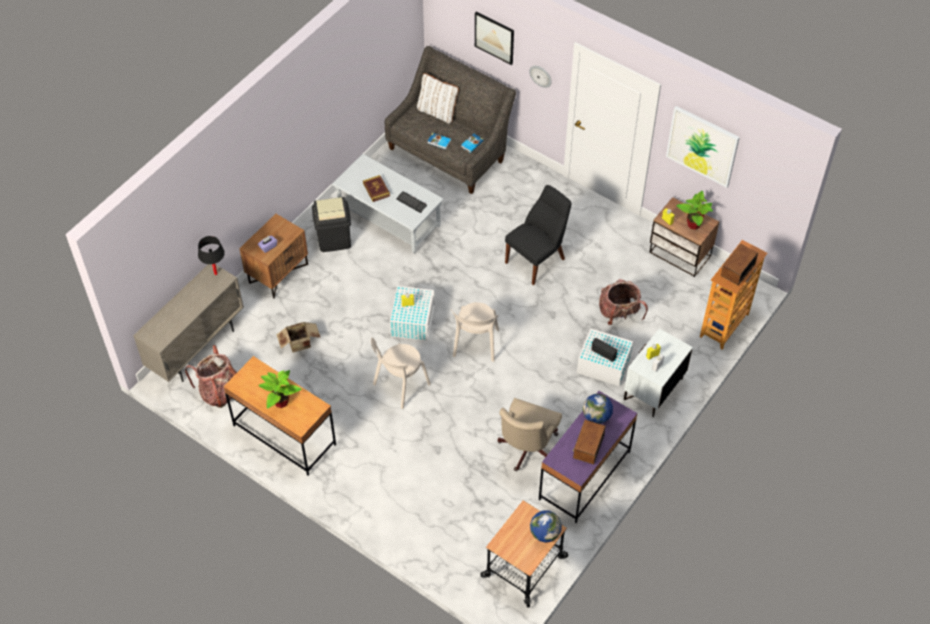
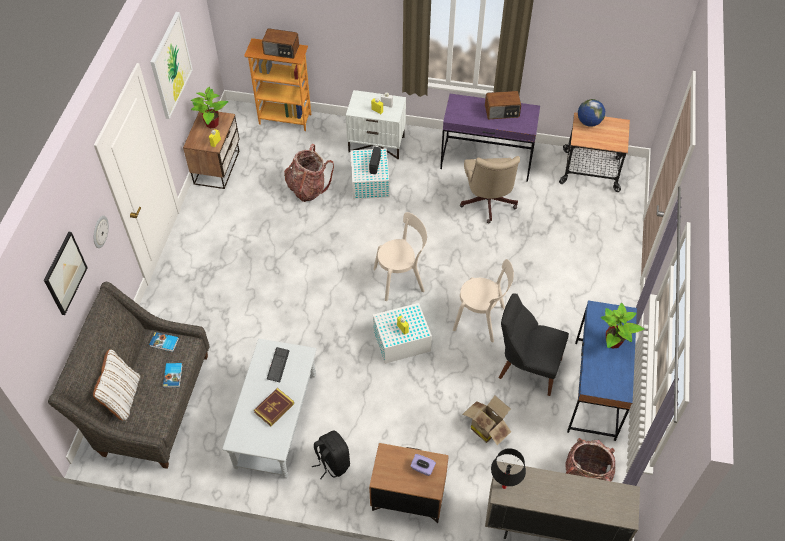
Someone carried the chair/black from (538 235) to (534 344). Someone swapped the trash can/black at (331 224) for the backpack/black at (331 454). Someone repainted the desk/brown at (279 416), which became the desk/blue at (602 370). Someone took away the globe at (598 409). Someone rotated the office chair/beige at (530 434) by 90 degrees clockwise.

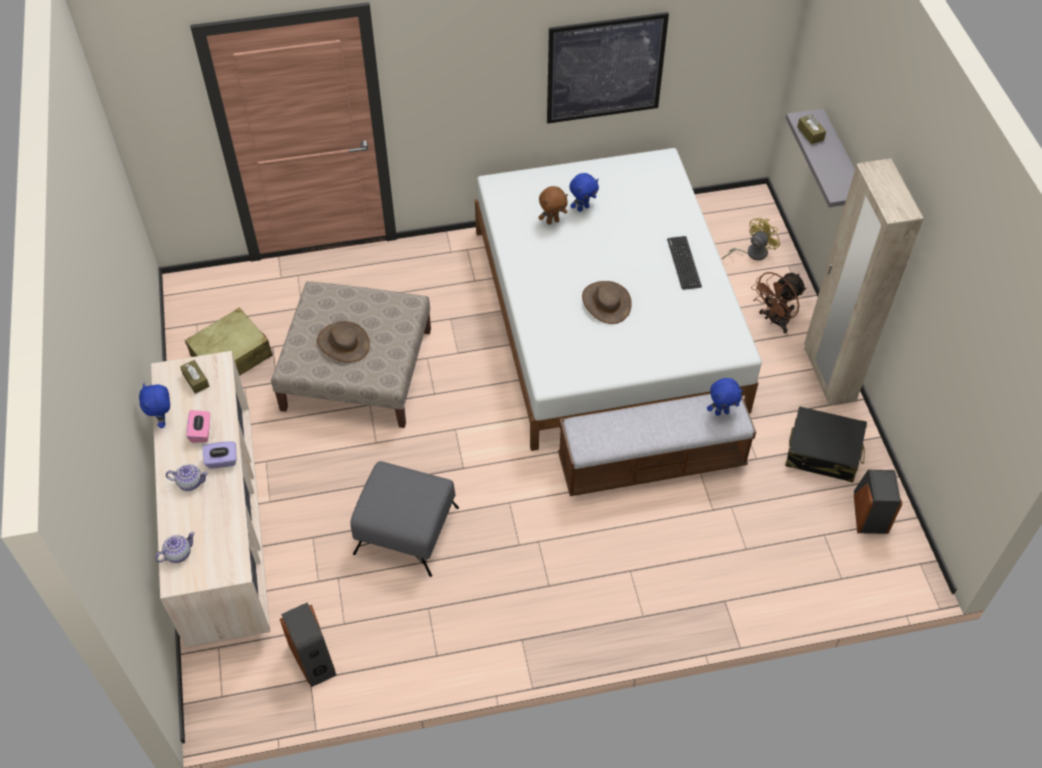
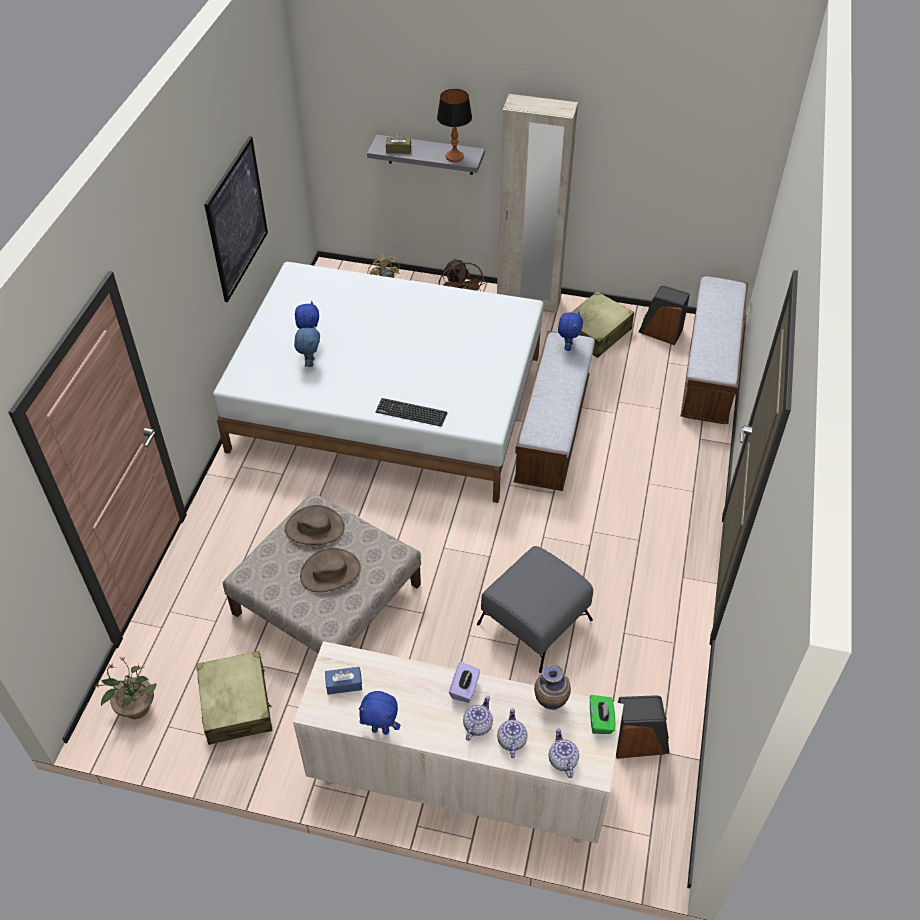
Someone repainted the plush toy/brown at (553 205), which became the plush toy/blue at (307 346). Someone carried the keyboard from (684 263) to (411 412). Someone carried the hat/brown from (607 302) to (315 525). Someone repainted the tissue box/brown at (195 377), which became the tissue box/blue at (343 681). Someone repainted the suitcase/black at (826 444), which became the suitcase/beige at (602 324). Someone took away the tissue box/pink at (198 426). Someone put down the table lamp at (454 125). Someone put down the bench at (714 350). Someone put down the potted plant at (125 687). Someone put down the vase at (552 687). Someone put down the tissue box/green at (603 714). Someone put down the teapot at (512 733).

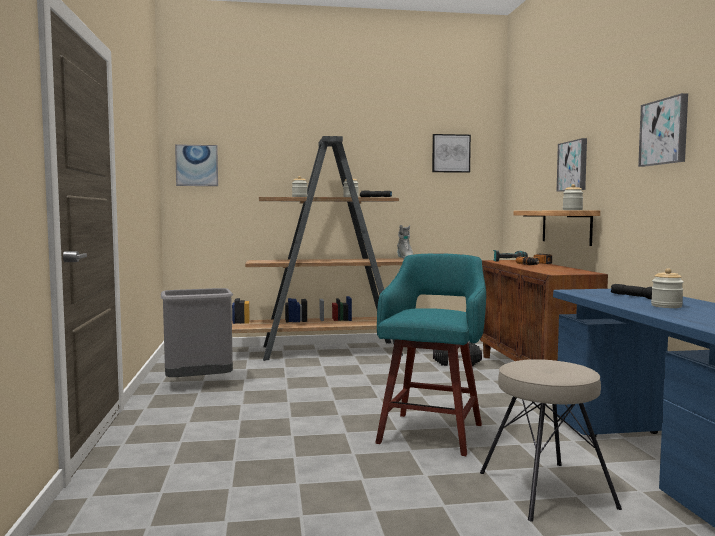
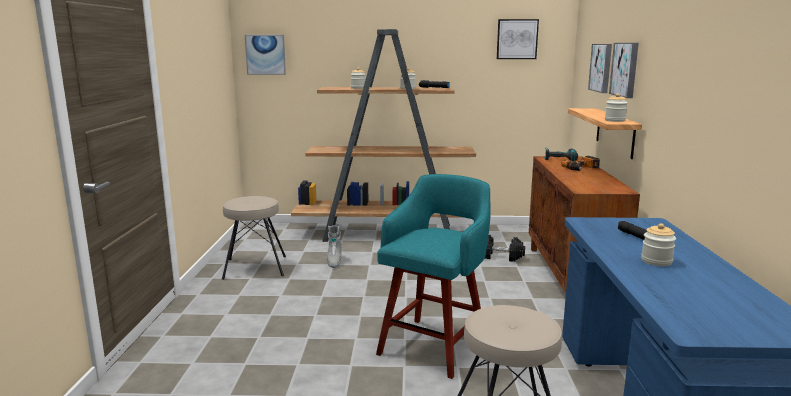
Someone carried the picture from (663 130) to (600 68). Someone carried the boot/grey from (405 242) to (334 247). Someone swapped the trash can/grey at (197 332) for the stool/beige at (254 238).

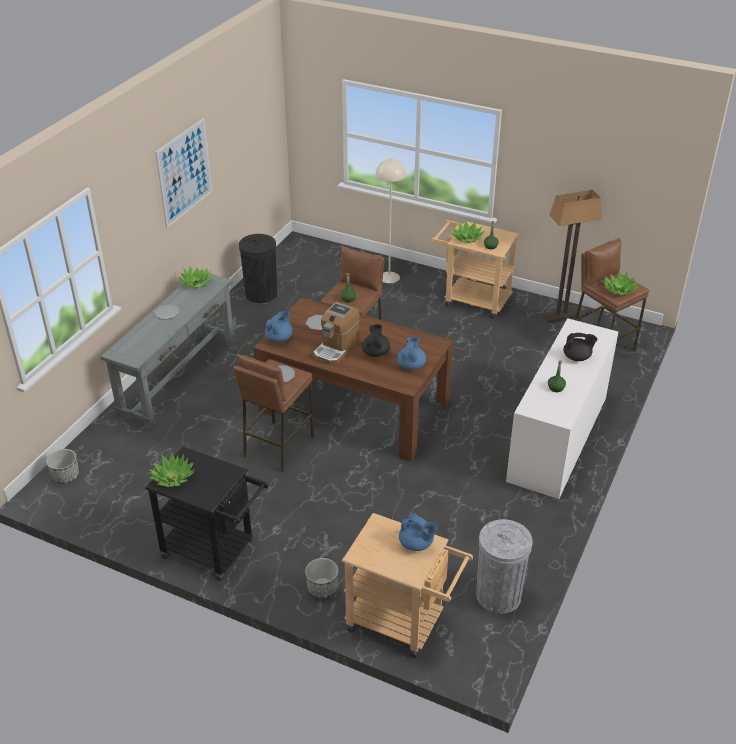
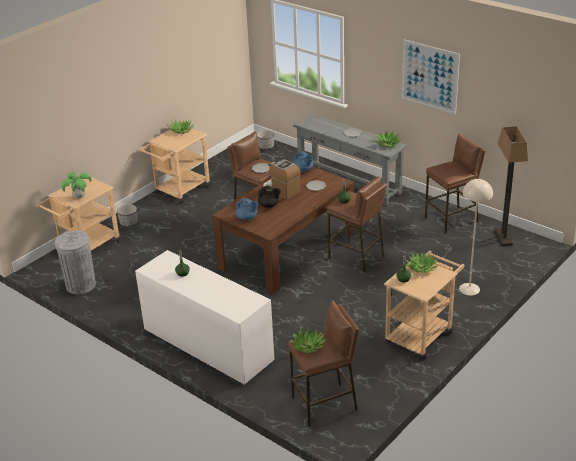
Someone carried the floor lamp from (572 256) to (511 186). Someone swapped the trash can/black at (258 268) for the stool/brown at (455 183). Someone took away the teapot/black at (580 347). Someone repainted the cart/black at (207 514), which became the cart/beige at (174 165). Someone swapped the teapot/blue at (418 532) for the potted plant at (76 185).

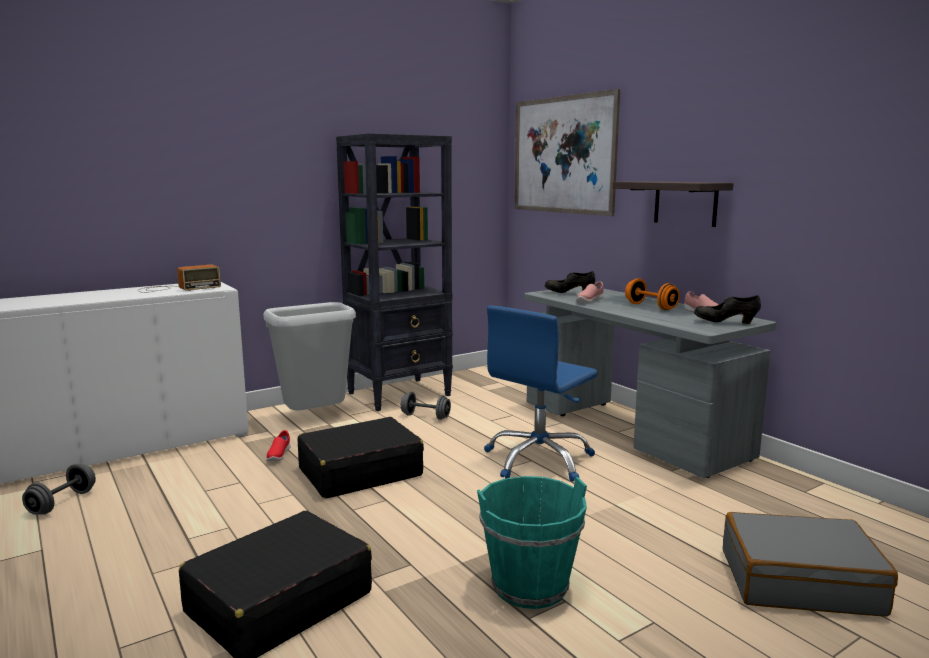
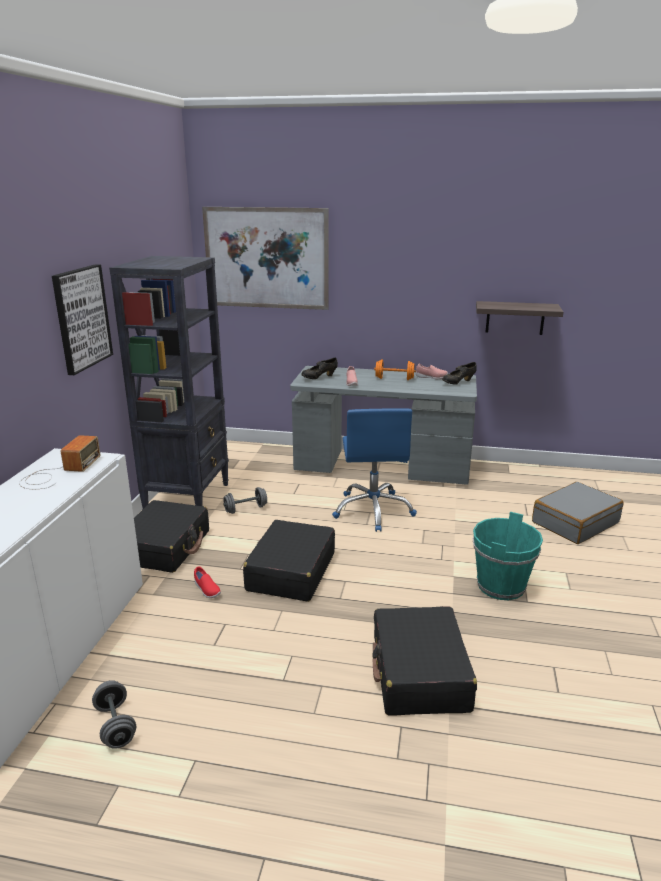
Someone carried the shelf from (673 204) to (519 318). Someone swapped the trash can/grey at (309 356) for the suitcase/black at (171 536). Someone put up the picture at (82 319).

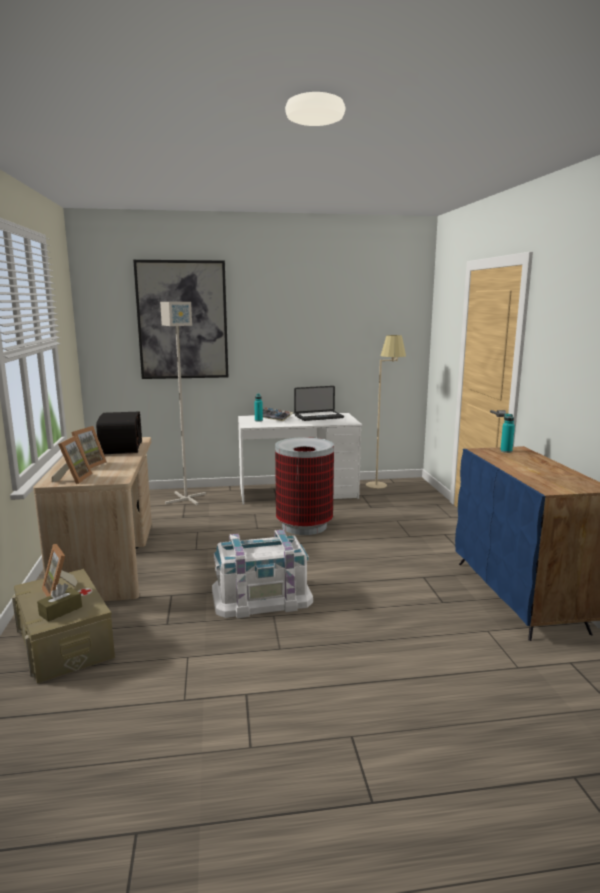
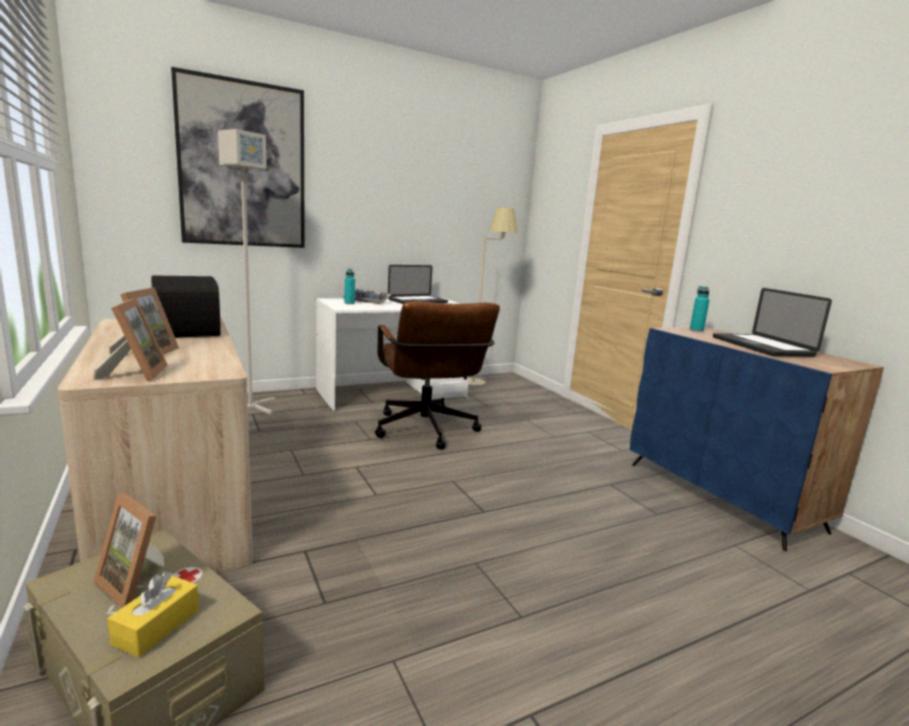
Someone swapped the trash can at (304 486) for the office chair/brown at (437 375). Someone took away the storage box/white at (262 573). Someone repainted the tissue box/brown at (59 602), which became the tissue box/yellow at (153 614). Someone put down the laptop at (772 322).

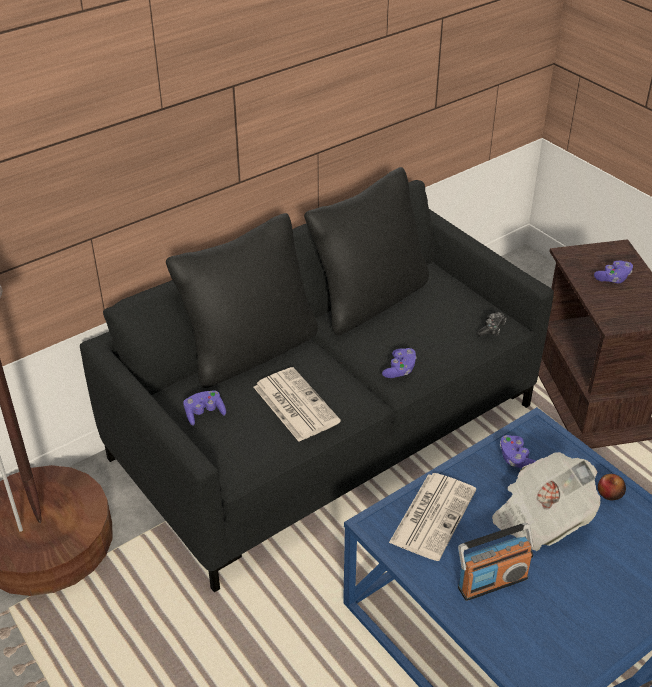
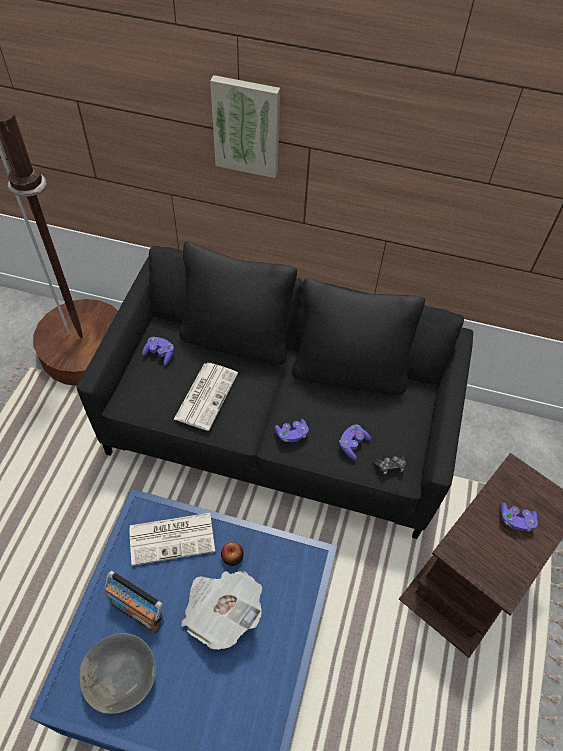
Someone carried the game controller/purple from (517 451) to (355 442). Someone carried the apple from (612 487) to (232 554). Someone put up the picture at (245 126). Someone put down the bowl/grey at (117 673).

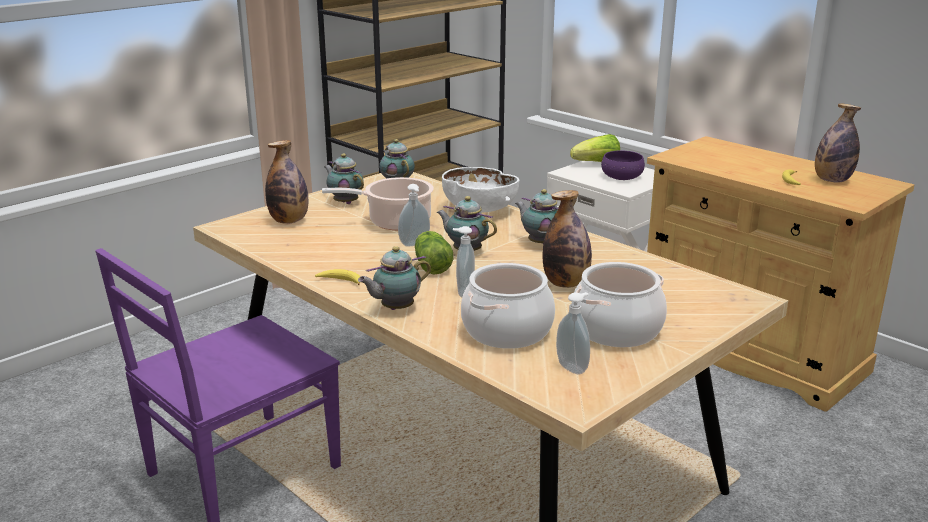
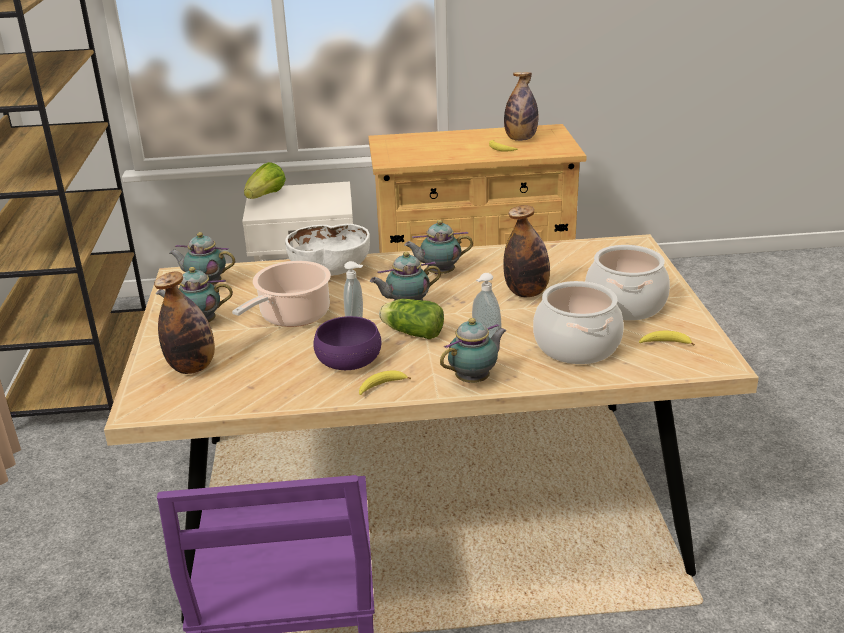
Someone carried the bowl/purple from (623 165) to (347 343). Someone rotated the teapot at (394 278) by 135 degrees counterclockwise. Someone swapped the soap dispenser at (573 333) for the banana at (667 338).

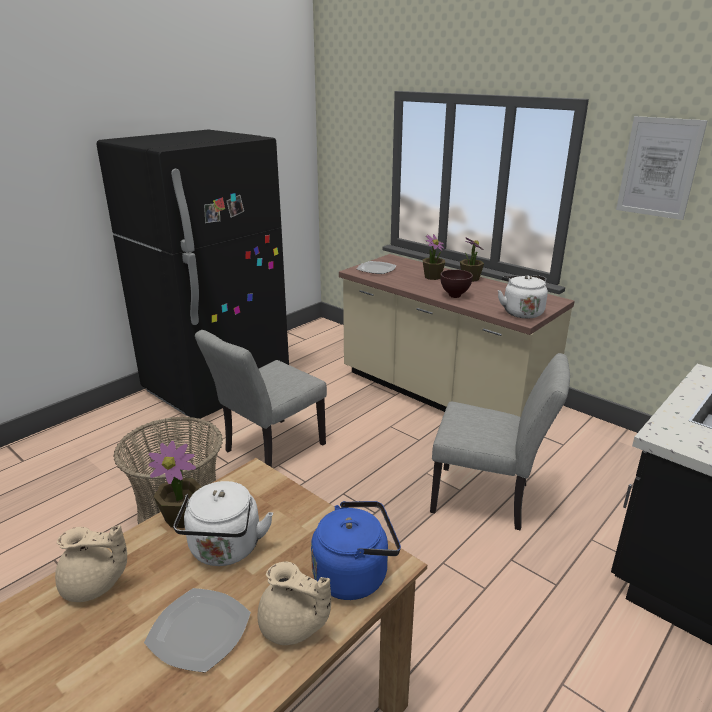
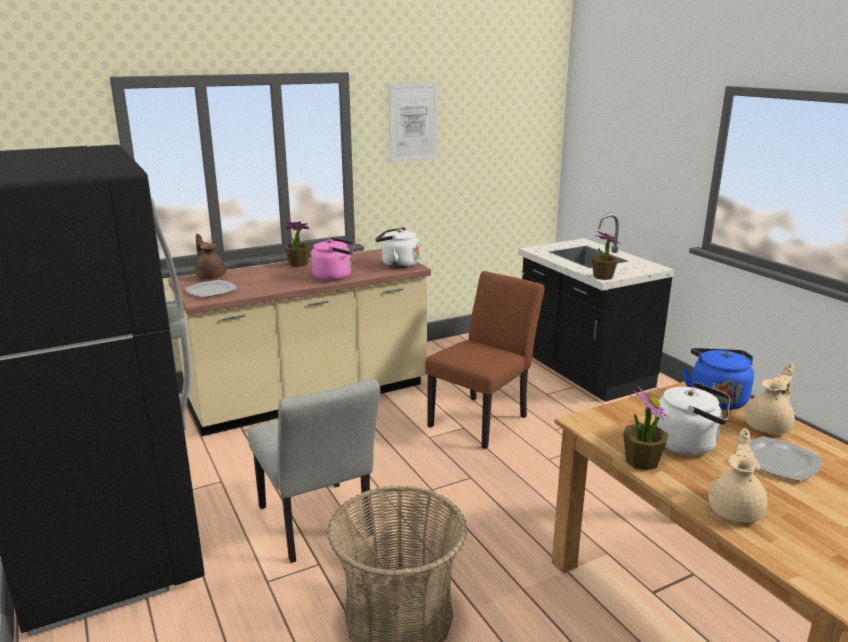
Someone carried the potted plant from (434 257) to (605 255). Someone swapped the bowl/brown at (456 284) for the kettle/pink at (332 259). Someone repainted the chair/grey at (500 441), which became the chair/brown at (484 360). Someone put down the teapot/brown at (210 256).

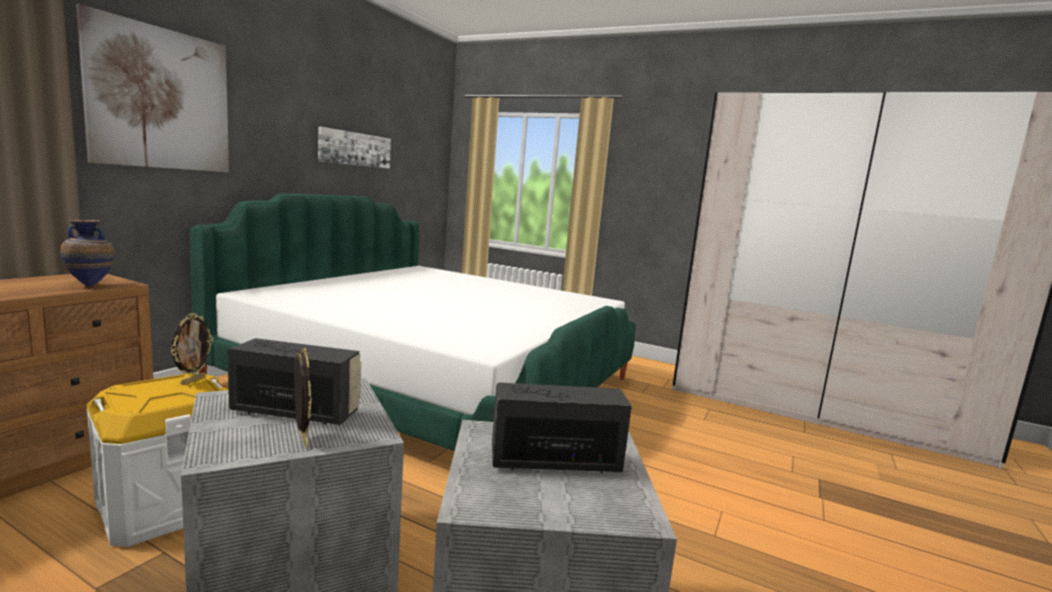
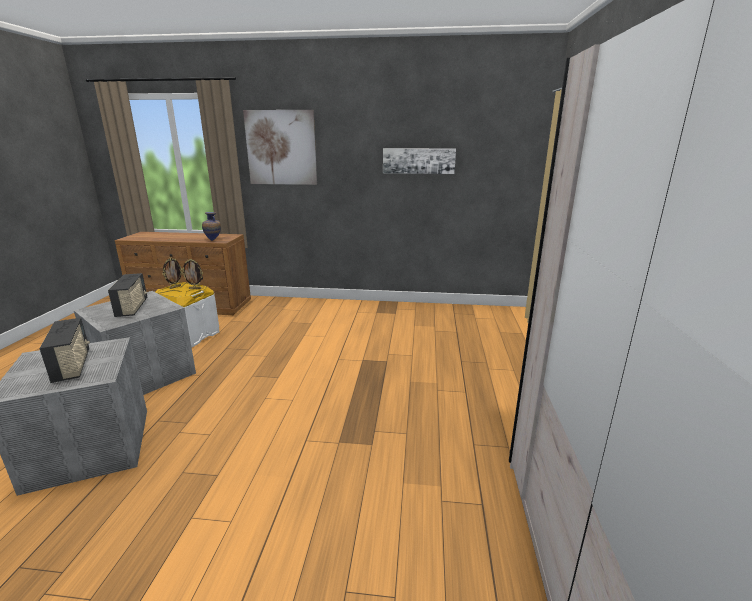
Someone took away the bed at (413 322). Someone carried the picture frame from (303 398) to (173 273).

